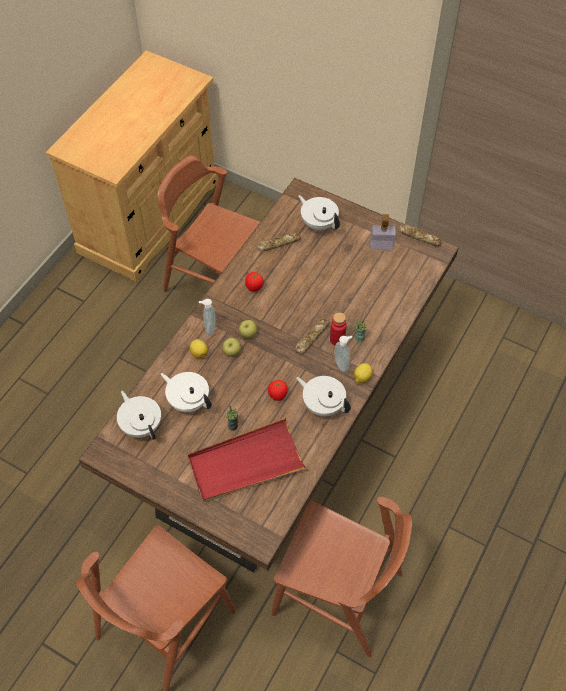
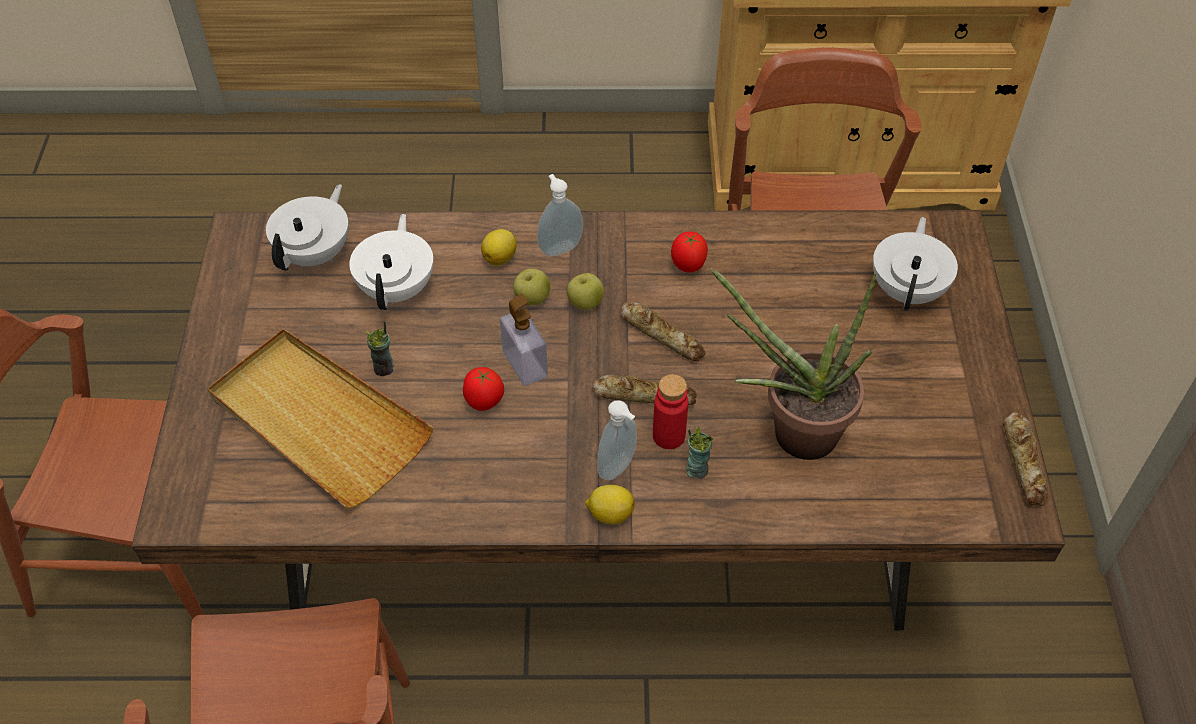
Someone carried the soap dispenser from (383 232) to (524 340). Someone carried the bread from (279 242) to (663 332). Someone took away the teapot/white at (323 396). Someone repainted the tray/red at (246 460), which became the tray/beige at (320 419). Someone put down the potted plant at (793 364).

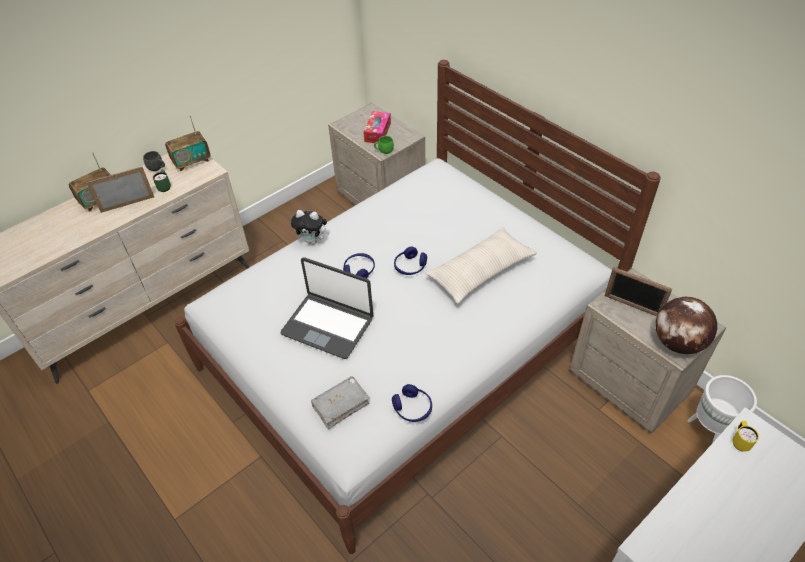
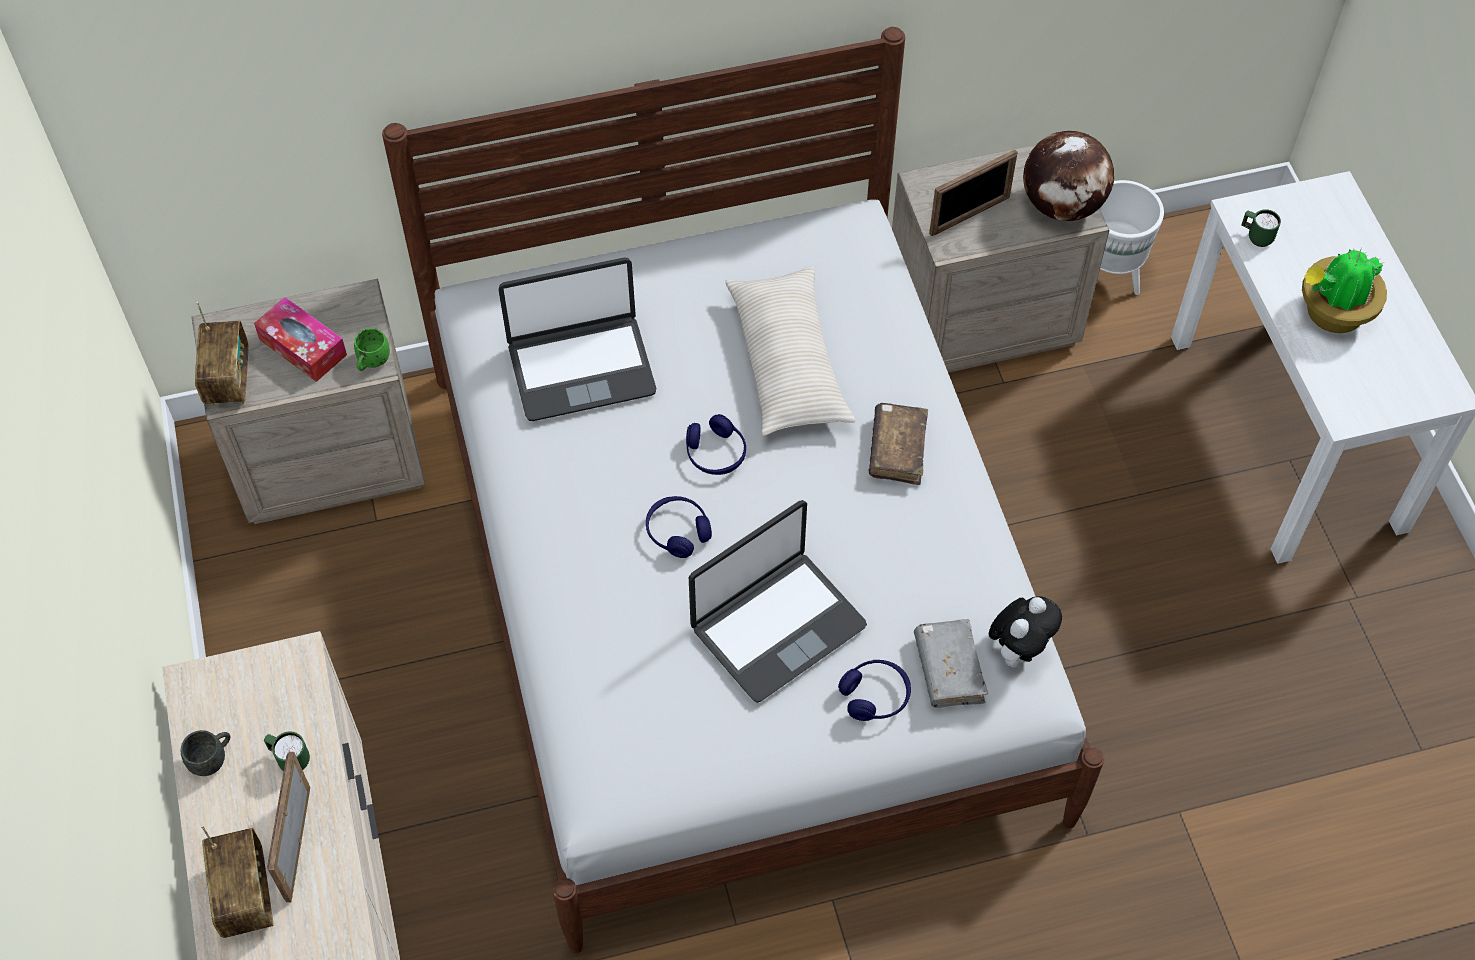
Someone carried the radio from (188 143) to (222 354). Someone carried the plush toy from (310 227) to (1025 632). Someone carried the headphones/blue from (412 403) to (874 690). Someone repainted the mug/yellow at (745 436), which became the mug/green at (1261 228). Someone put down the potted plant at (1344 290). Someone put down the laptop at (577 339). Someone put down the book/brown at (898 444).

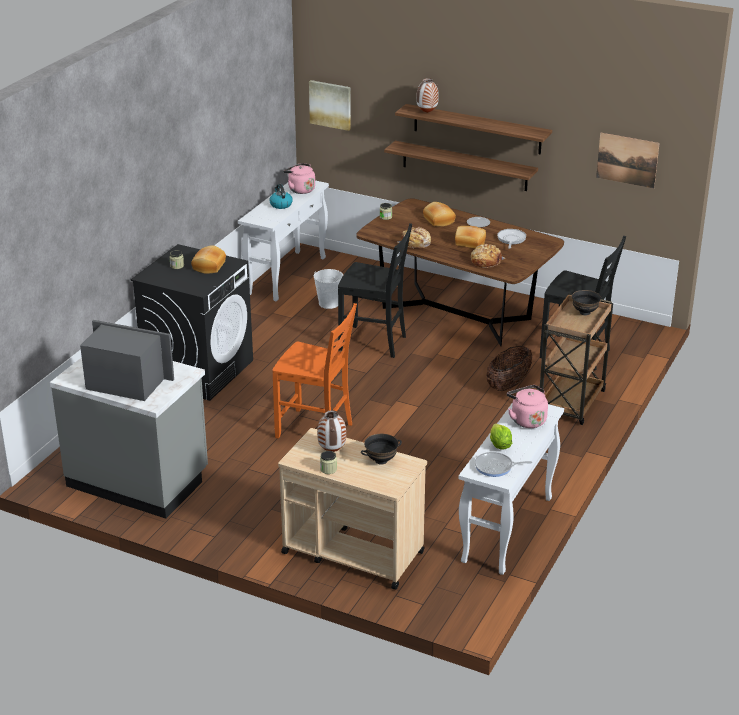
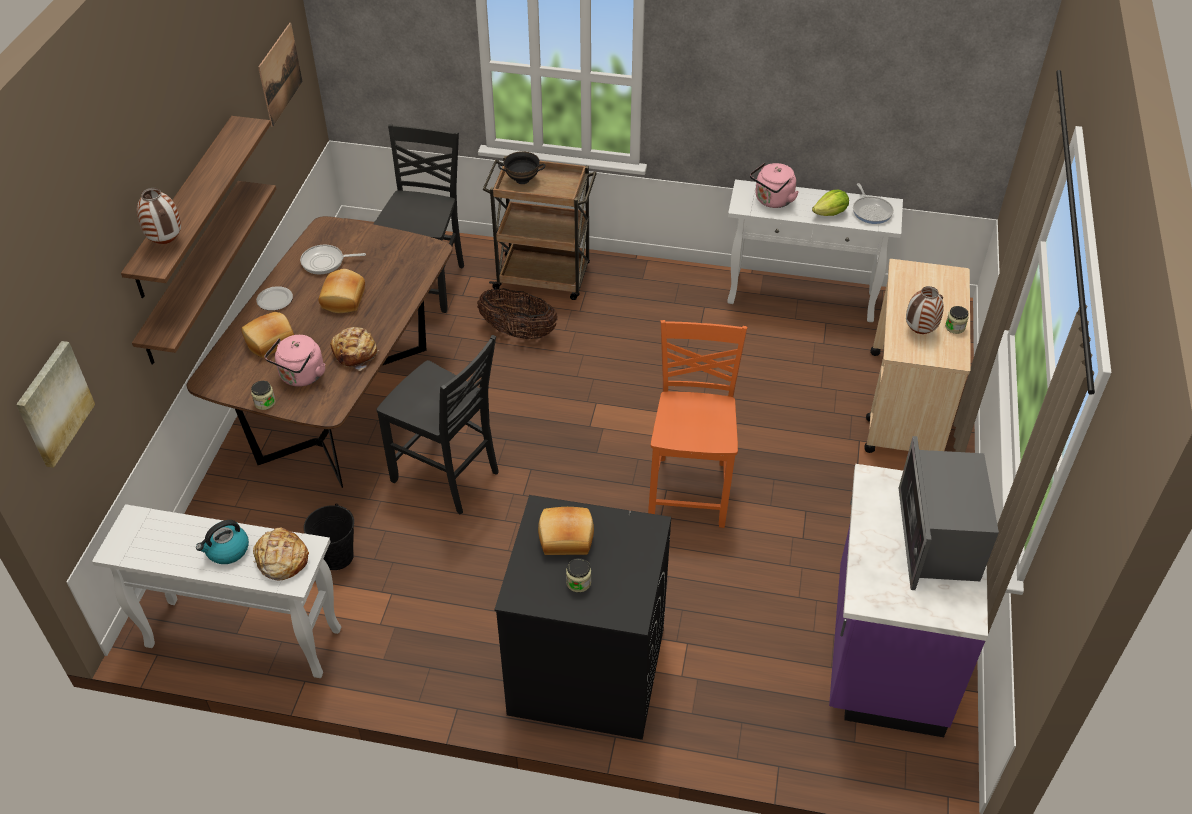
Someone carried the kettle/pink from (299 178) to (294 361). Someone rotated the chair/black at (375 290) by 120 degrees clockwise. Someone carried the bread from (488 256) to (281 554). Someone repainted the bucket/white at (328 289), which became the bucket/black at (329 536). Someone repainted the counter/grey at (129 438), which became the counter/purple at (908 600). Someone took away the bowl/black at (381 449).

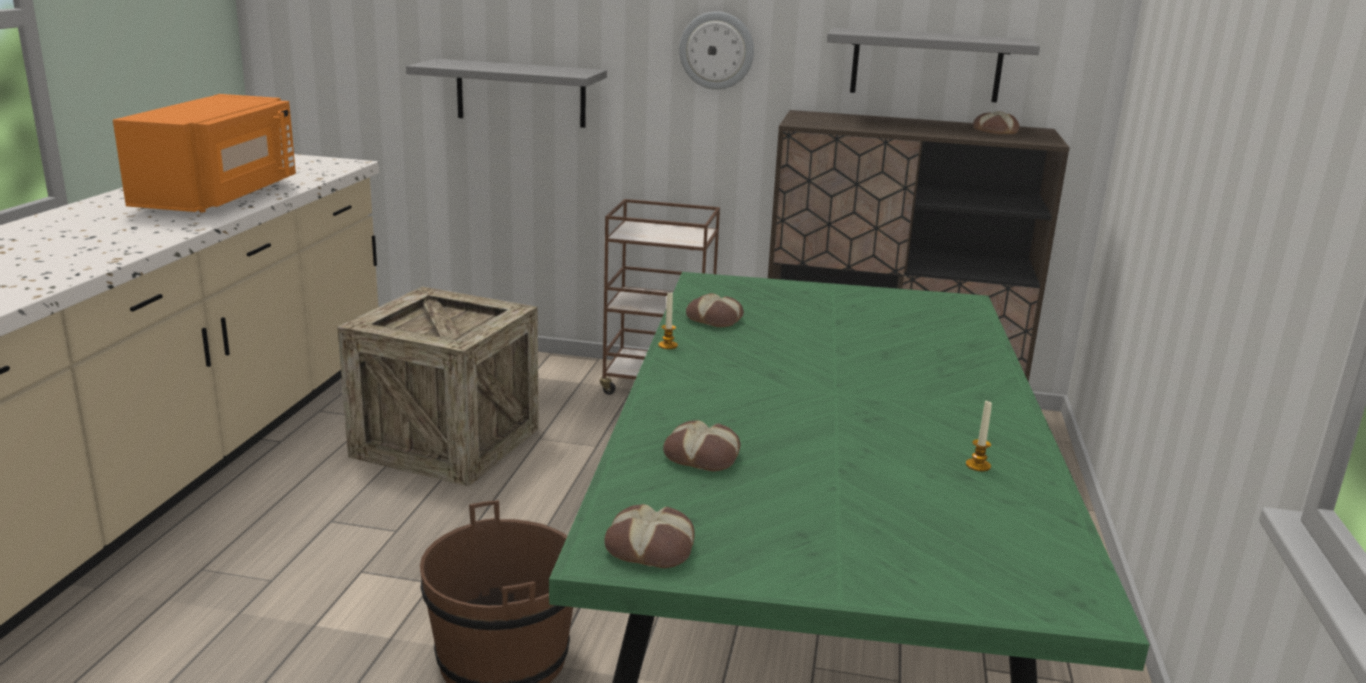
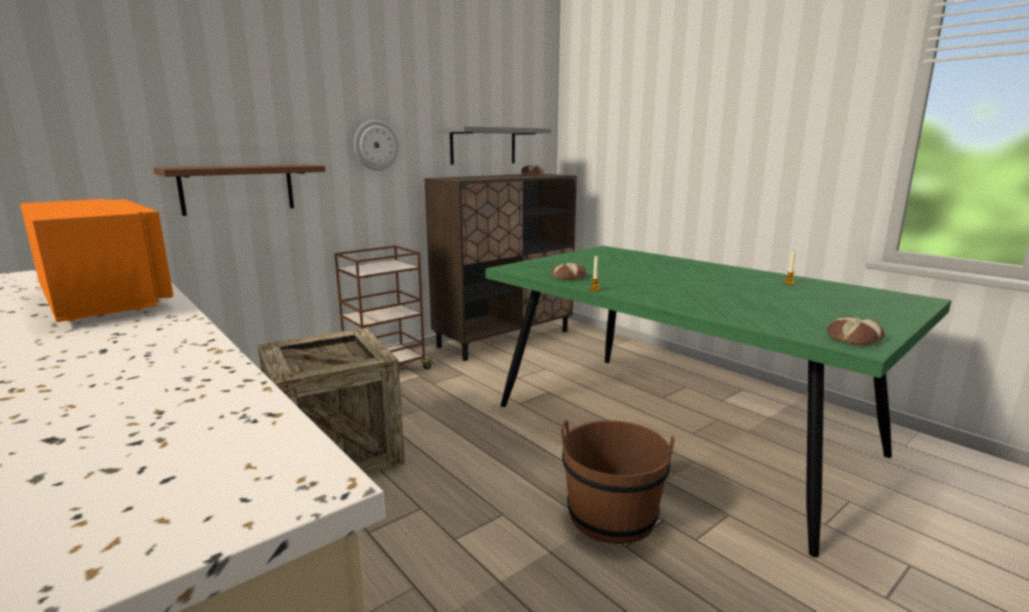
Someone repainted the shelf/grey at (506 93), which became the shelf/brown at (239 190). Someone took away the bread at (701 445).

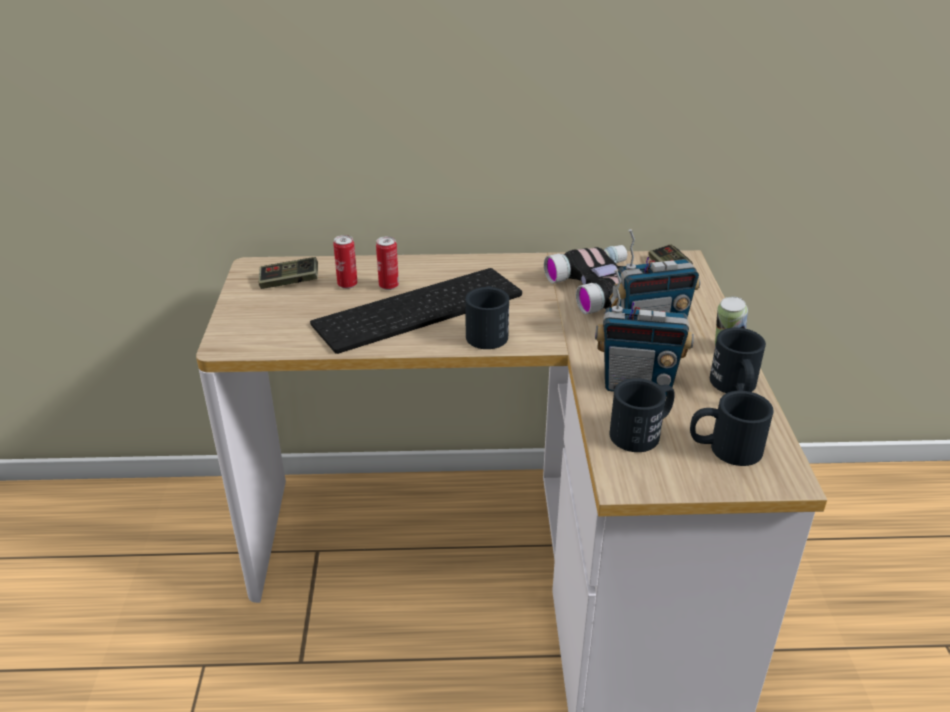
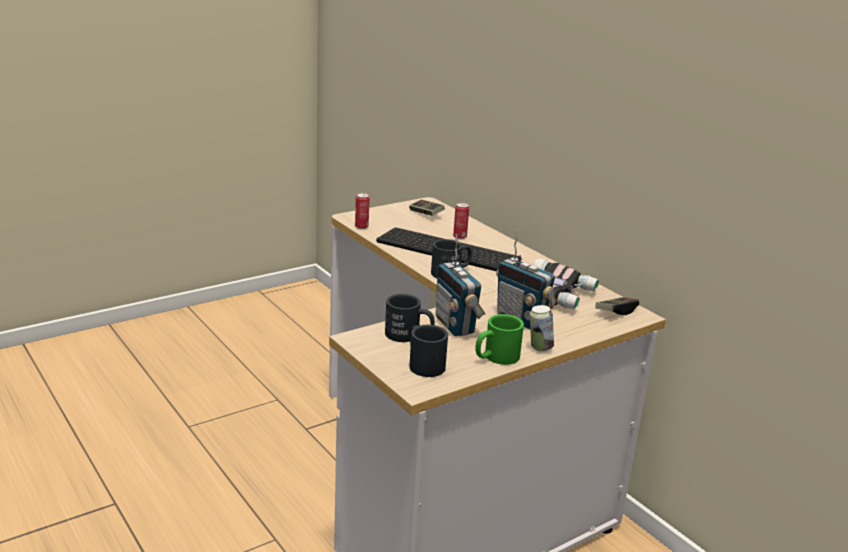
Someone carried the can from (345 262) to (362 211). Someone repainted the mug/black at (738 360), which became the mug/green at (499 339).

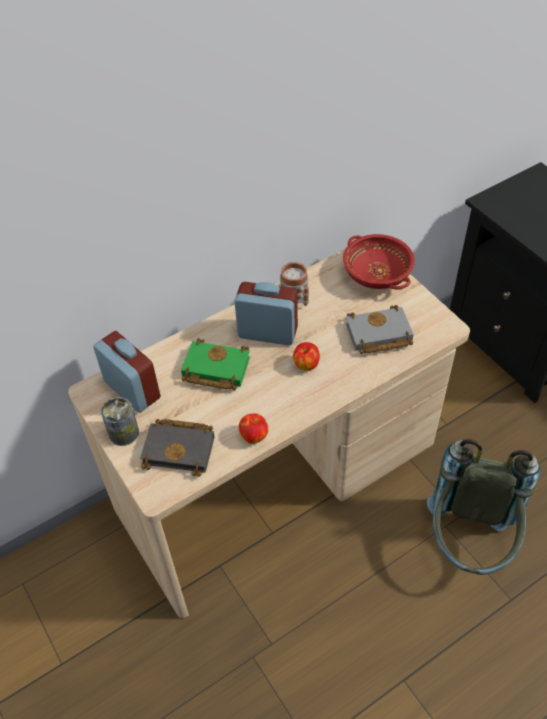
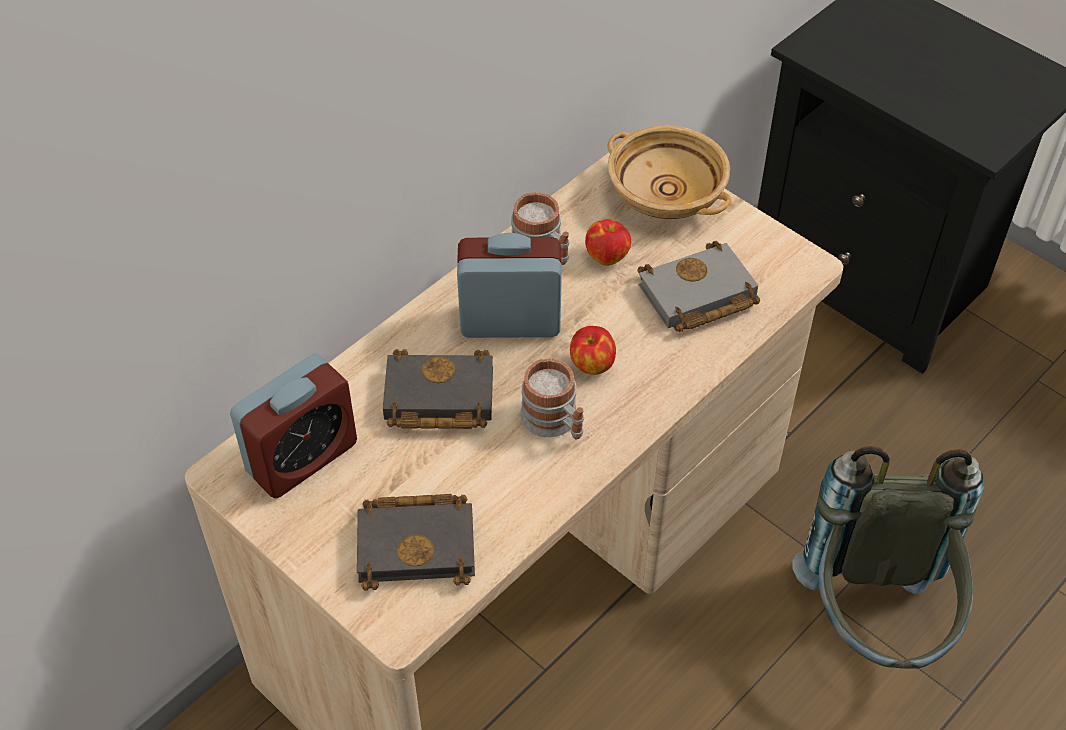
Someone repainted the bowl/red at (379 262), which became the bowl/beige at (670 172). Someone rotated the alarm clock at (127 372) by 105 degrees clockwise. Someone repainted the book/green at (215 364), which became the book/black at (438 389). Someone took away the can at (120 421). Someone carried the apple from (253 428) to (608 242). Someone put down the mug at (552 399).

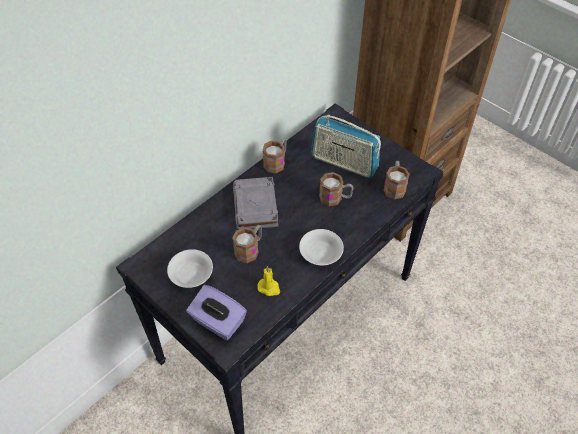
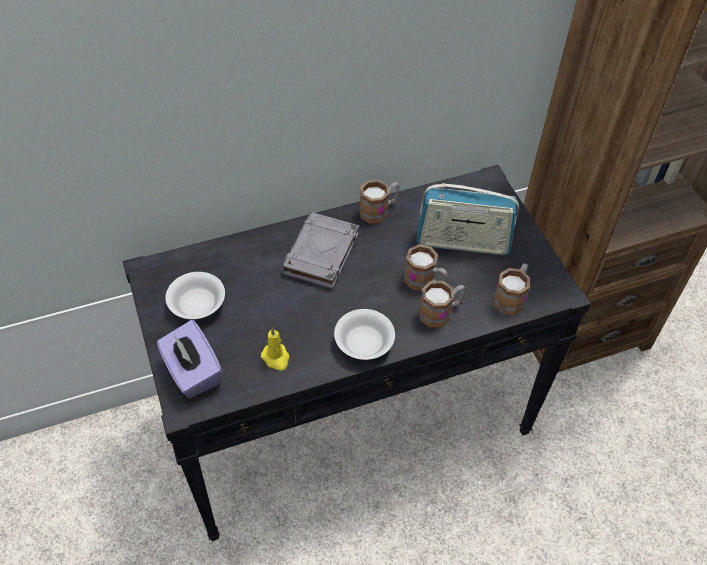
Someone rotated the radio at (346 146) by 45 degrees counterclockwise. Someone carried the mug from (247 244) to (442 304).

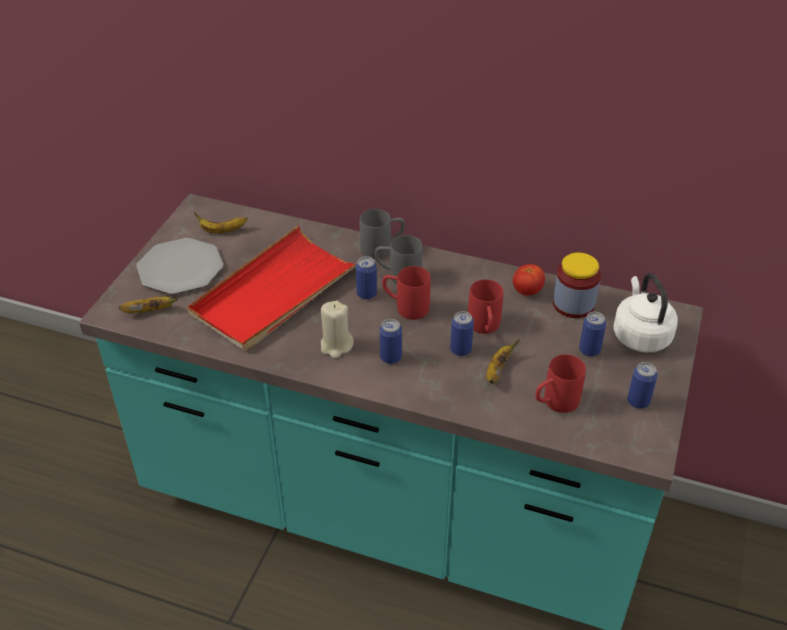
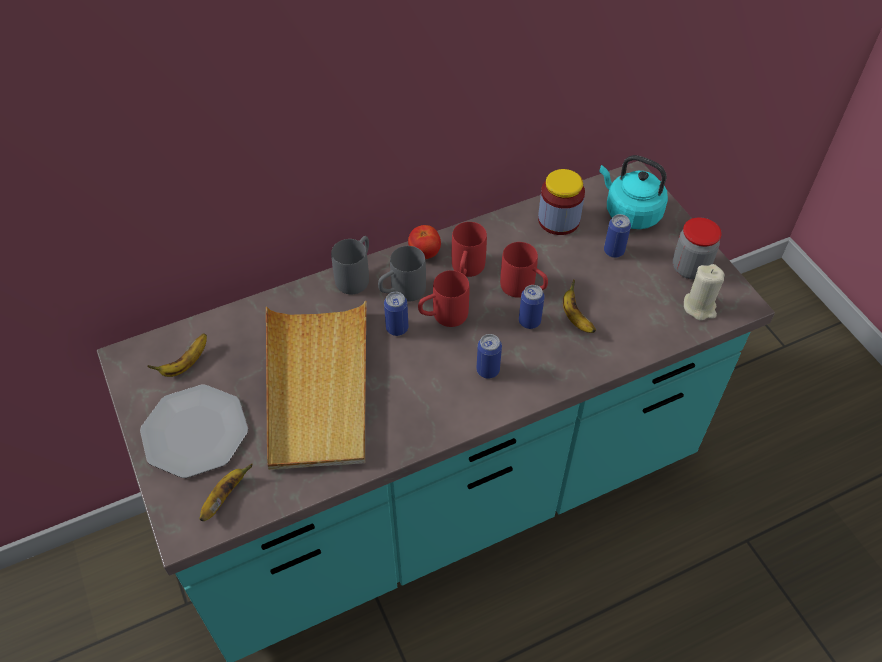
Someone repainted the tray/red at (272 288), which became the tray/beige at (316 385). Someone carried the tomato from (529 280) to (424 242). Someone repainted the kettle/white at (645 313), which became the kettle/turquoise at (633 192). Someone carried the candle/beige from (337 329) to (704 292). Someone carried the mug/red from (560 383) to (469 249). Someone swapped the can at (642 385) for the jar at (697 248).

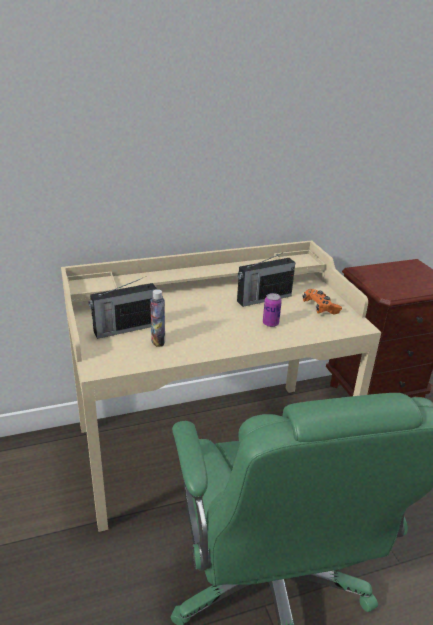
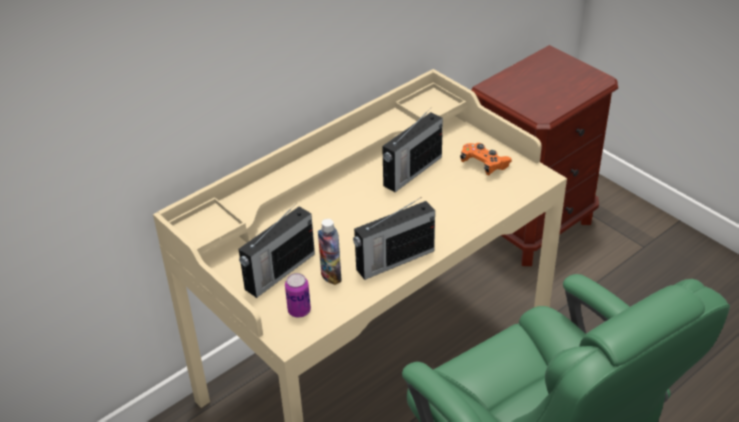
Someone carried the can from (272 310) to (298 295). Someone put down the radio at (394 238).

